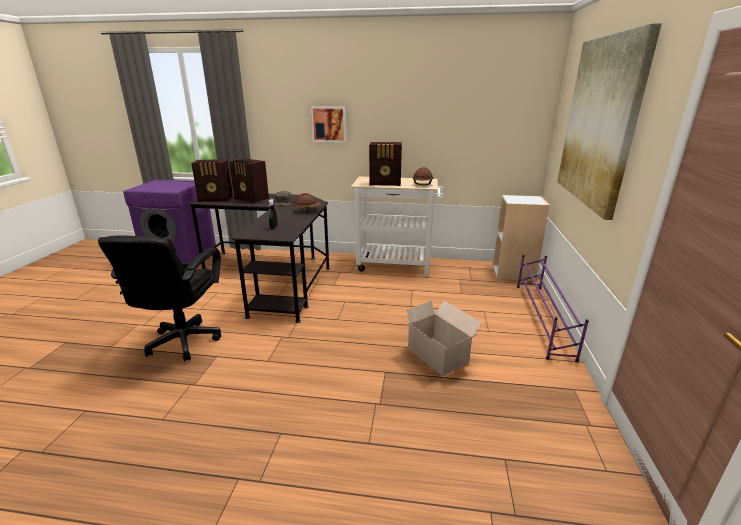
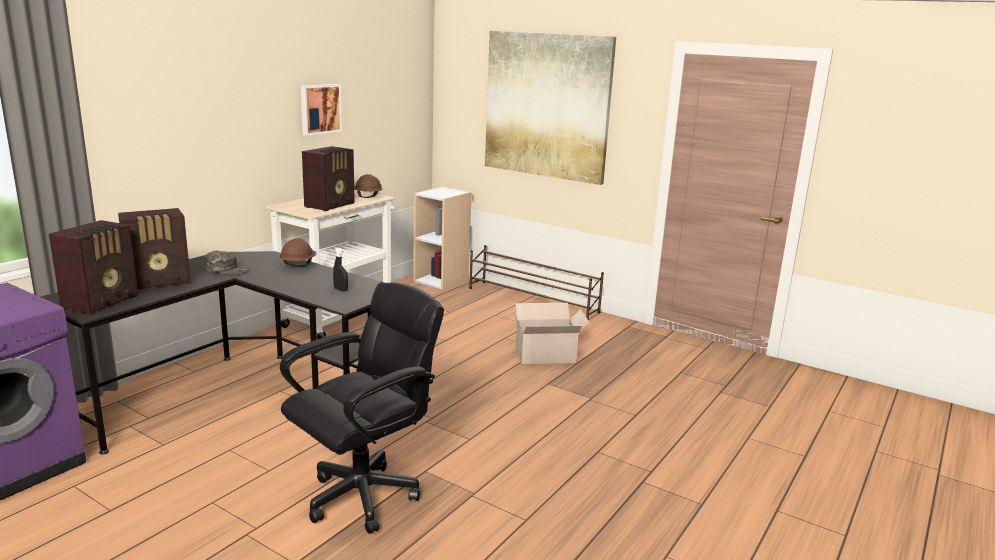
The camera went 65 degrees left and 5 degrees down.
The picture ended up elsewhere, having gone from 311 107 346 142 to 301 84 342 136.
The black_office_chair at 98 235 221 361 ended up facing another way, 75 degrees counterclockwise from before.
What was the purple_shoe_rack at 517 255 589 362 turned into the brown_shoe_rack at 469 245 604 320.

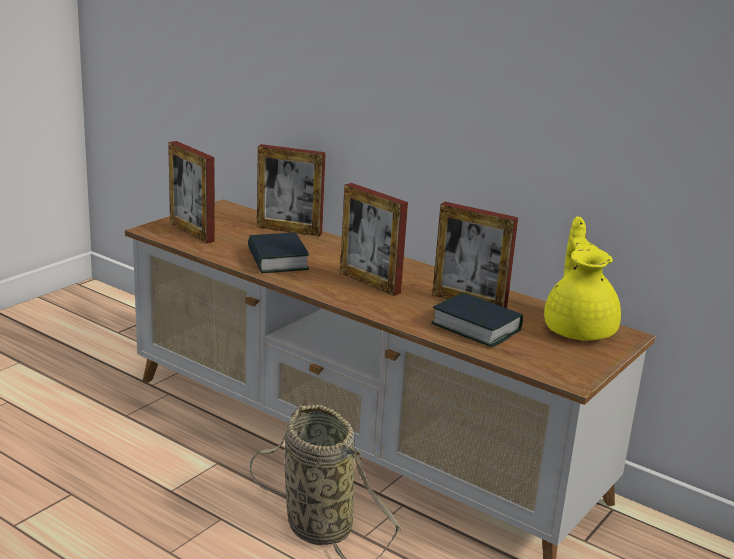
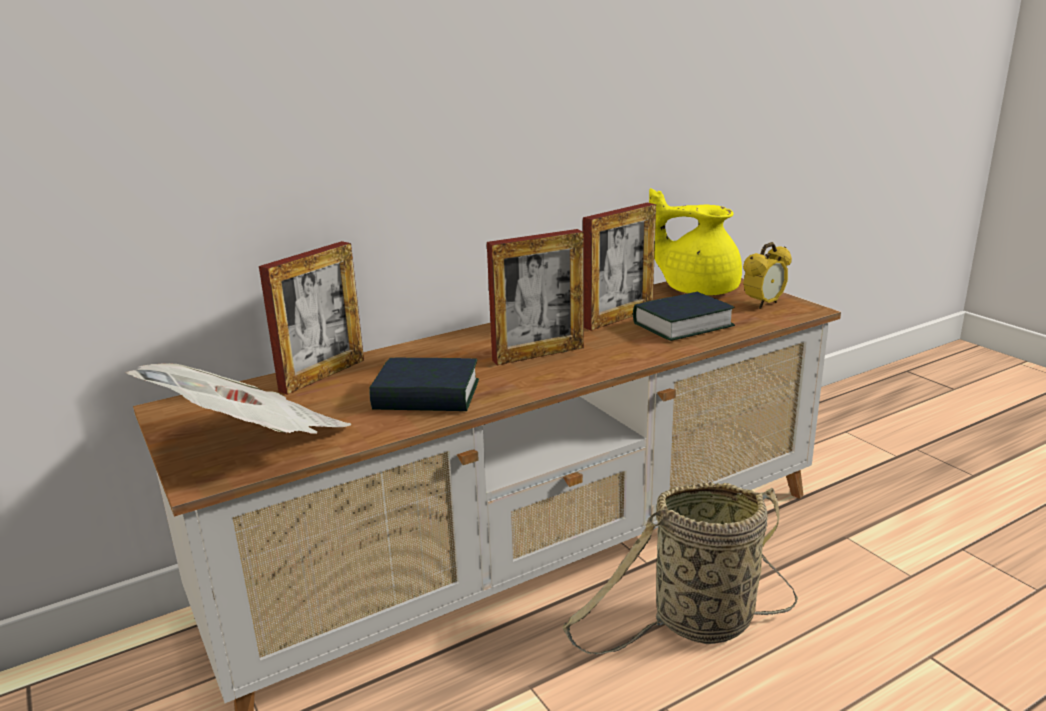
The camera went 65 degrees left and 0 degrees up.
Where the picture_frame stood at 168 141 215 243, the newspaper came to stand at 125 363 351 434.
The second view gained the alarm_clock at 743 242 792 309.

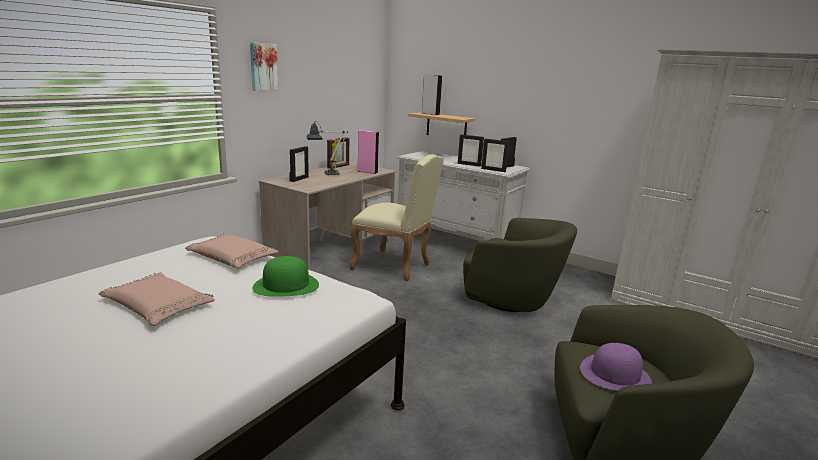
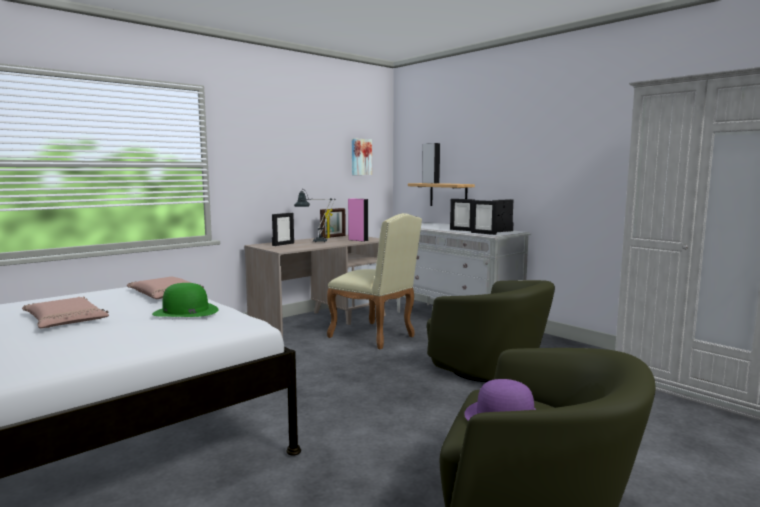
The camera went 15 degrees right and 10 degrees down.
The picture ended up elsewhere, having gone from 250 42 279 91 to 352 138 372 175.

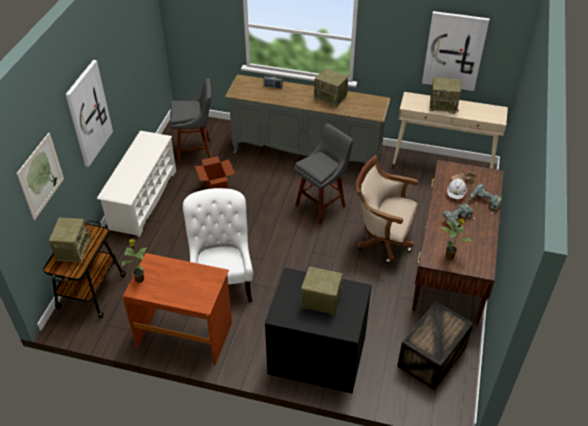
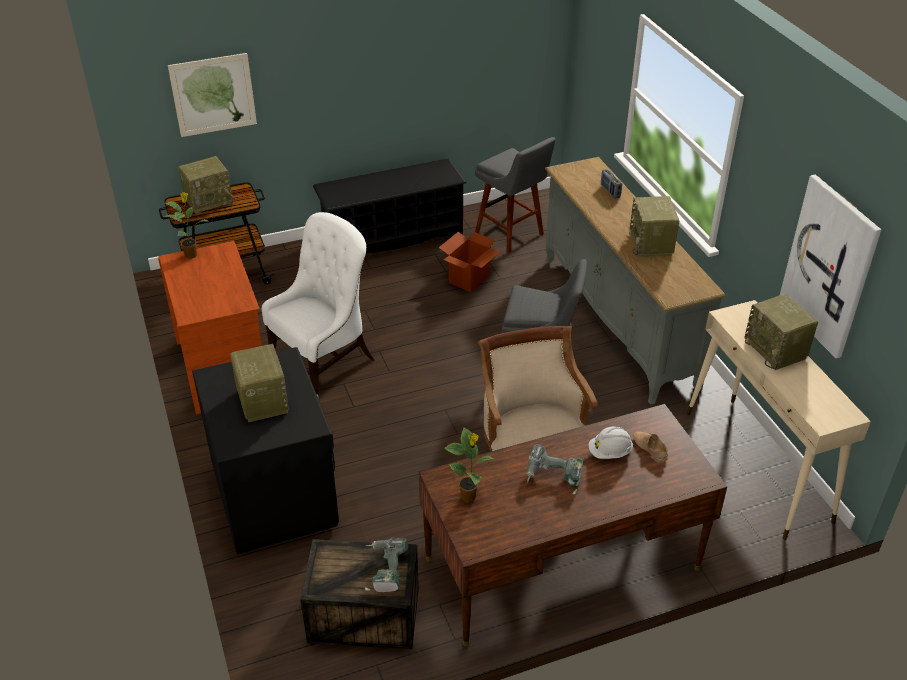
The camera went 55 degrees right and 5 degrees down.
The second view lost the picture at 66 60 113 167.
What was the white_shoe_rack at 97 131 176 237 turned into the black_shoe_rack at 313 159 466 253.
The power_drill ended up elsewhere, having gone from 468 183 503 214 to 365 538 408 592.

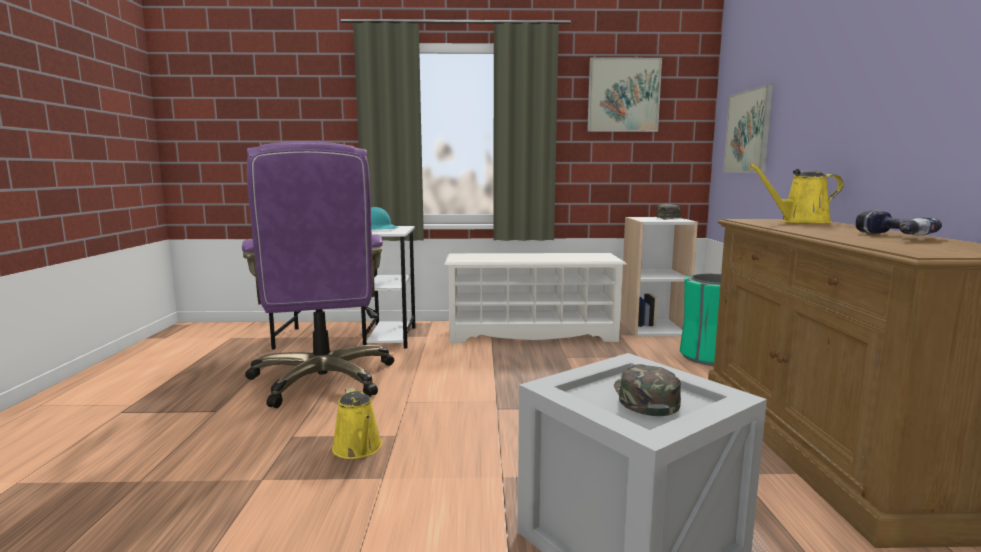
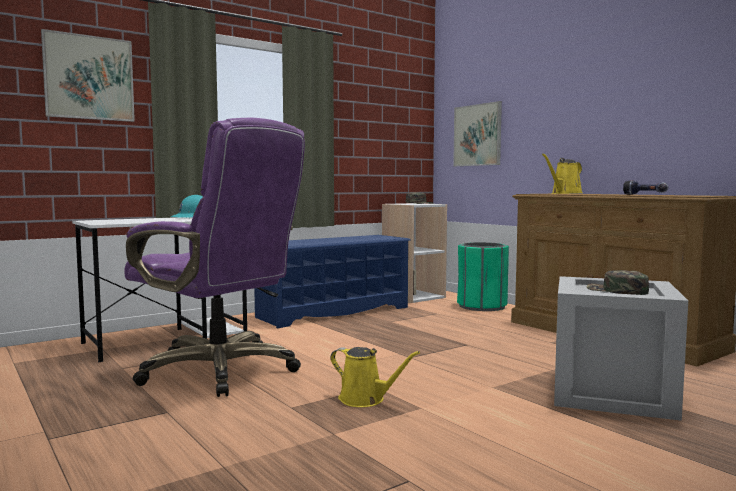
The camera went 35 degrees left and 5 degrees down.
The picture ended up elsewhere, having gone from 587 57 662 132 to 41 29 135 122.
What was the white_shoe_rack at 444 253 627 343 turned into the blue_shoe_rack at 254 235 411 328.

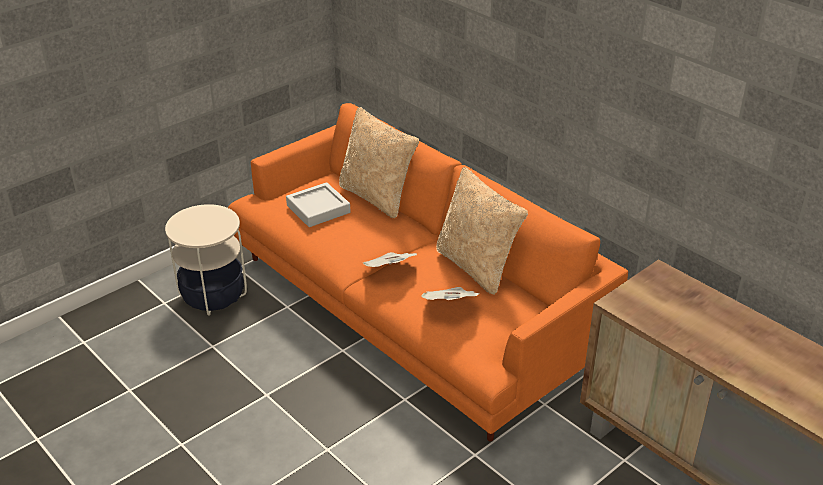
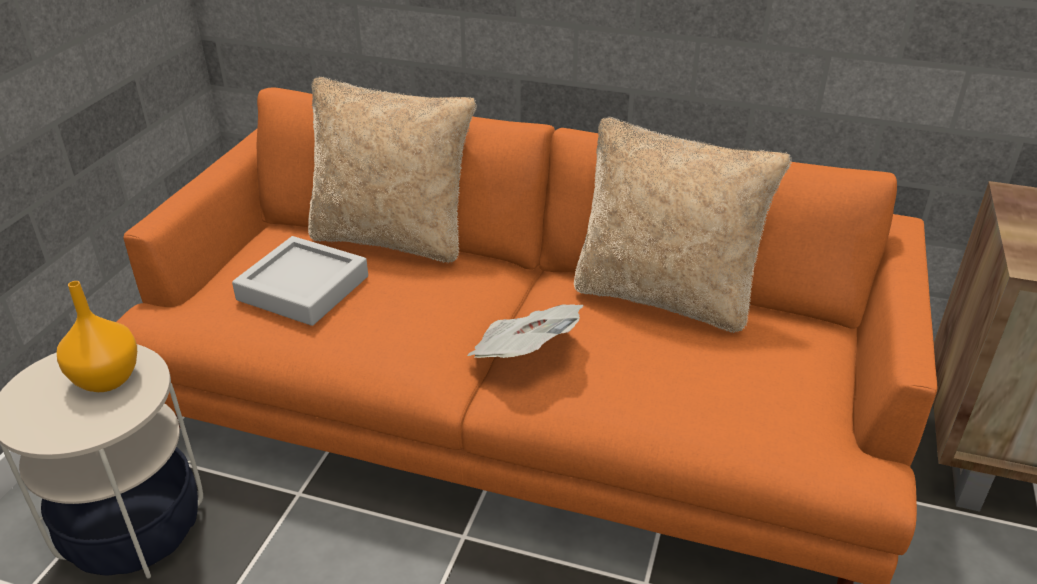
The camera went 30 degrees left and 0 degrees up.
The second view lost the newspaper at 422 287 480 300.
The second view gained the orange_vase at 57 281 137 392.

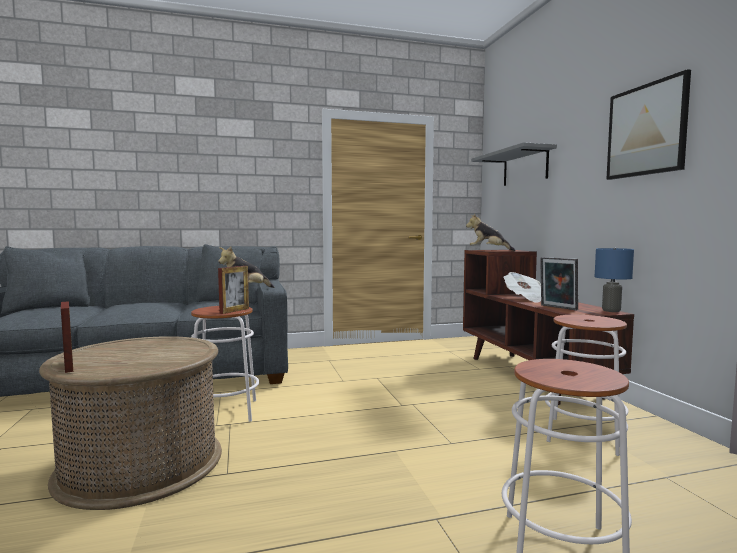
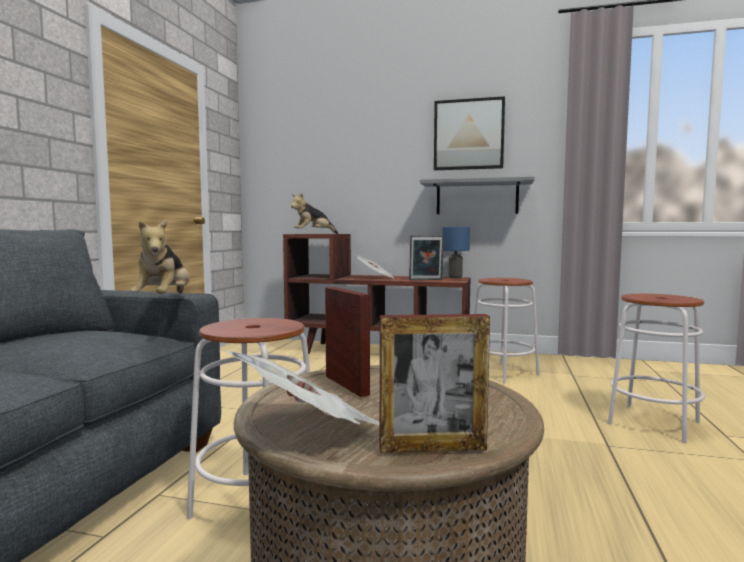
The camera went 60 degrees left and 0 degrees up.
The grey_shelf ended up elsewhere, having gone from 471 142 557 186 to 420 176 535 214.
The picture_frame ended up elsewhere, having gone from 218 266 249 314 to 325 287 370 397.
The second view gained the newspaper at 224 351 380 425.

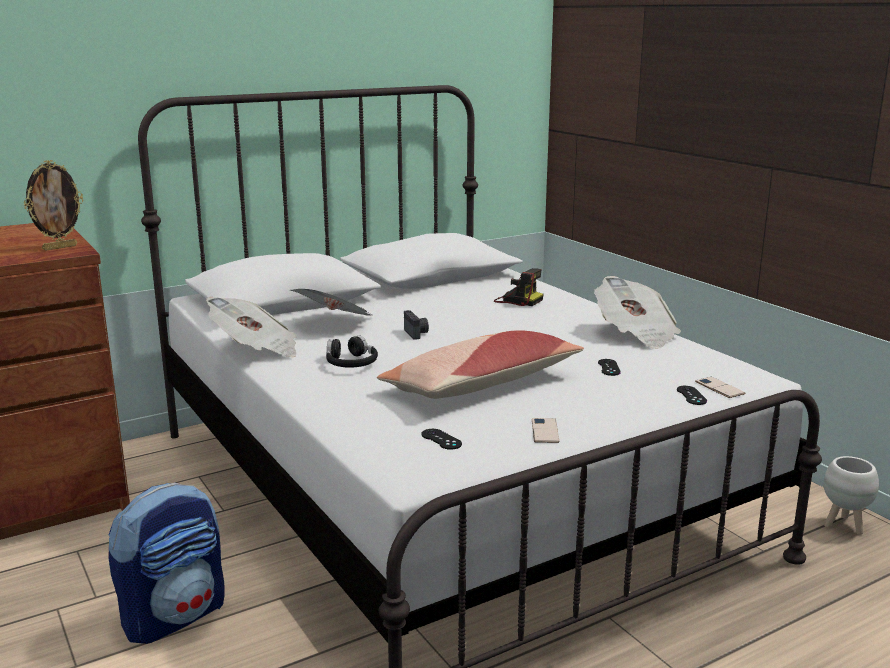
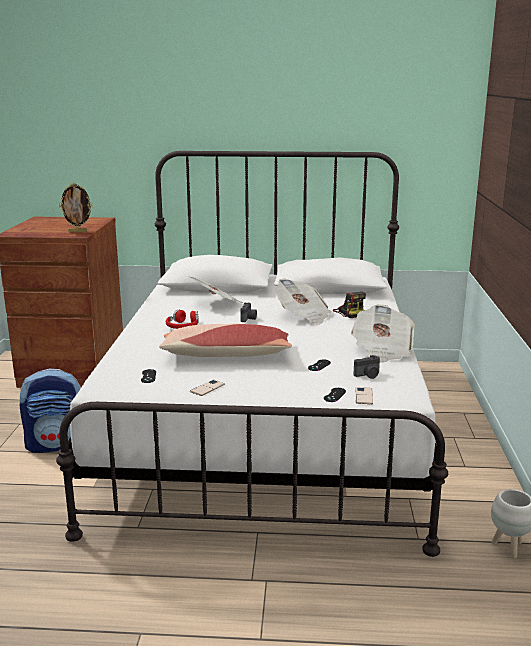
The camera went 35 degrees right and 0 degrees up.
The newspaper ended up elsewhere, having gone from 206 297 297 357 to 274 279 332 325.
What was the black_headphones at 326 336 378 368 turned into the red_headphones at 166 310 199 329.
The second view gained the photo_camera at 354 355 380 379.

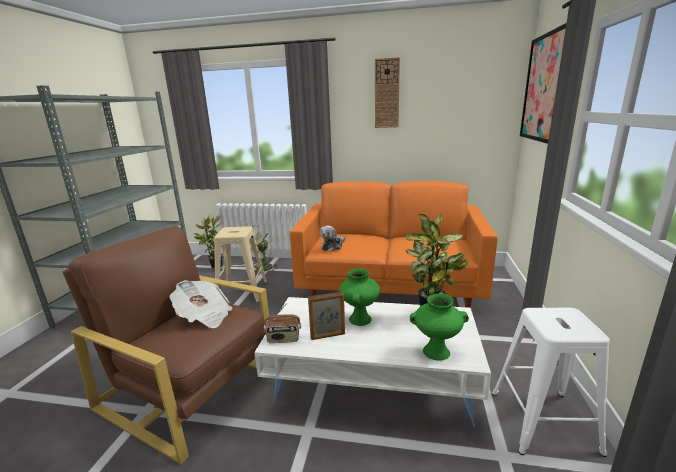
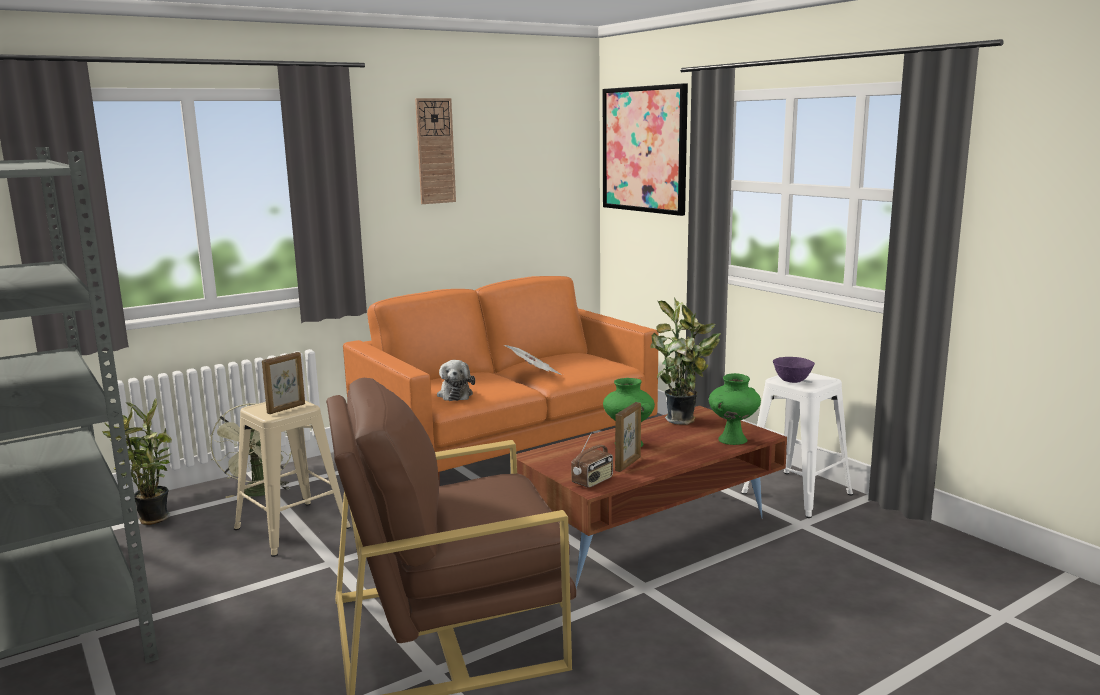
The camera went 45 degrees left and 5 degrees down.
The newspaper ended up elsewhere, having gone from 169 280 232 328 to 504 345 563 375.
What was the white_coffee_table at 254 297 491 428 turned into the brown_coffee_table at 516 406 787 588.
The second view gained the picture_frame at 262 352 305 414.
The second view gained the purple_bowl at 773 357 815 383.

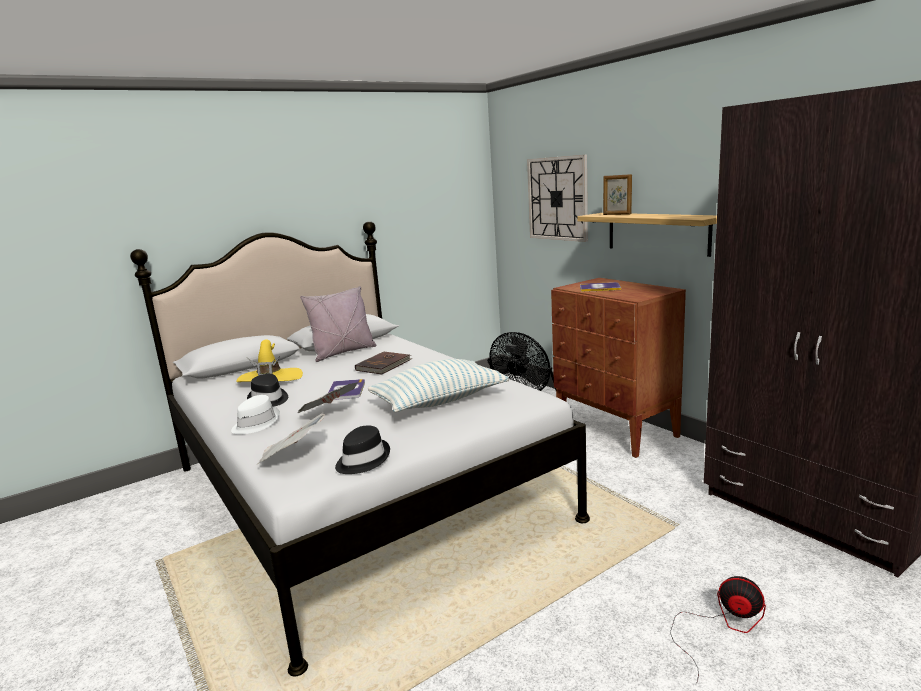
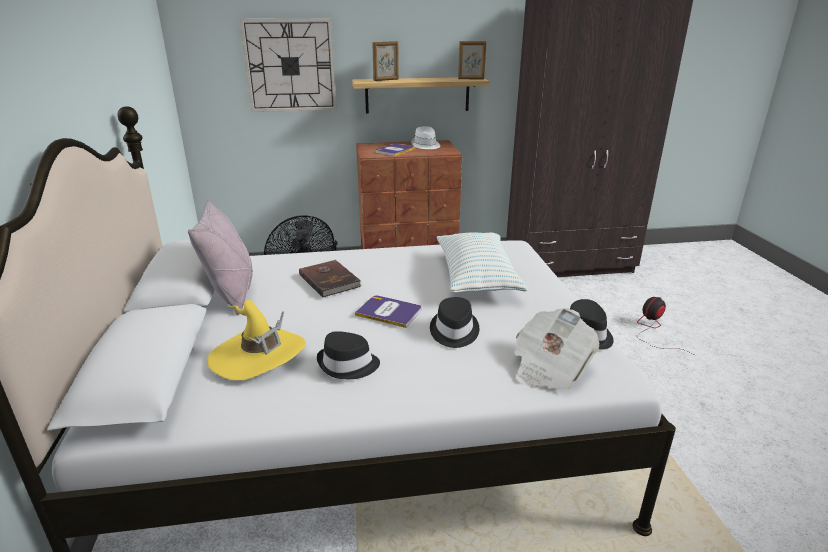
The camera went 65 degrees left and 10 degrees up.
Where the newspaper stood at 298 382 358 413, the black_hat came to stand at 430 297 479 348.
The white_hat ended up elsewhere, having gone from 231 395 280 434 to 411 126 440 149.
The second view gained the picture_frame at 458 41 486 79.

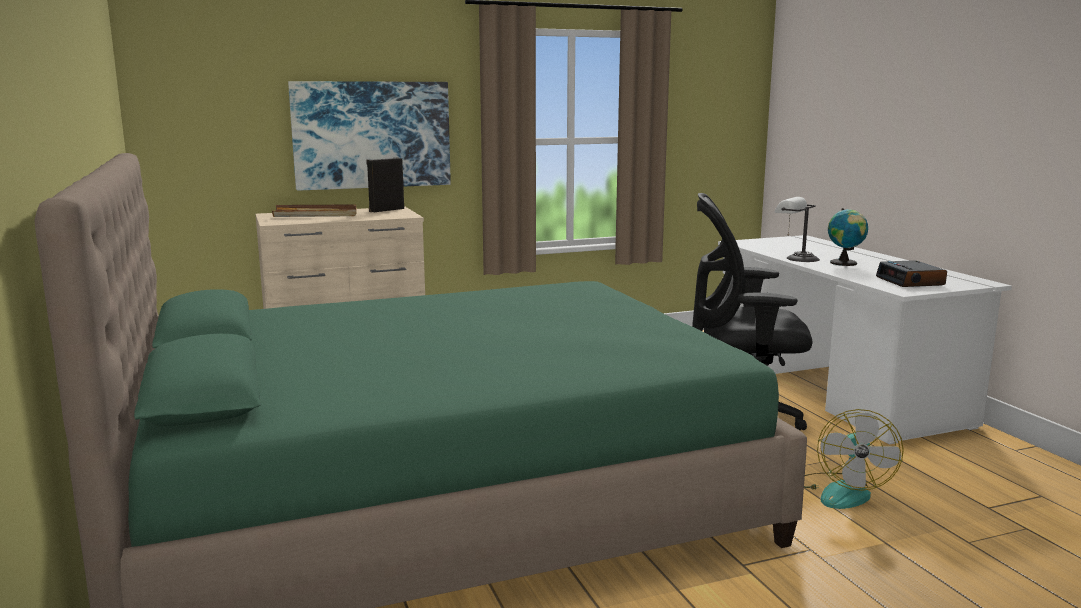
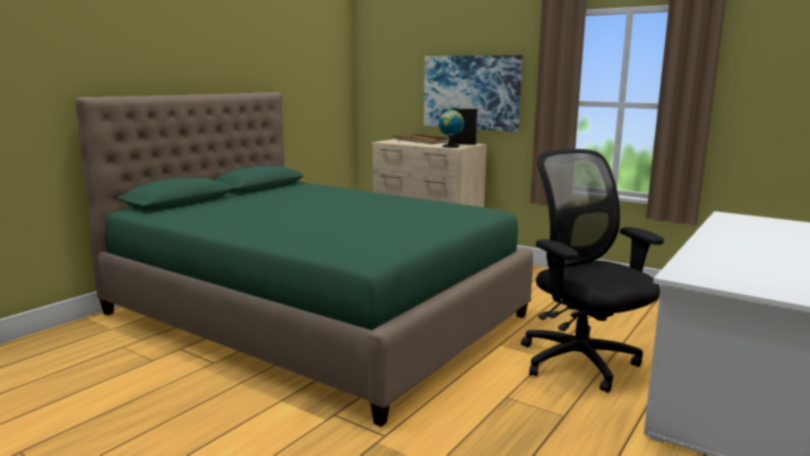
The camera went 55 degrees right and 0 degrees up.
The second view lost the table_lamp at 774 197 820 262.
The globe ended up elsewhere, having gone from 828 208 868 266 to 439 109 464 148.
The second view lost the alarm_clock at 876 260 947 287.
The second view lost the fan at 804 409 904 509.

